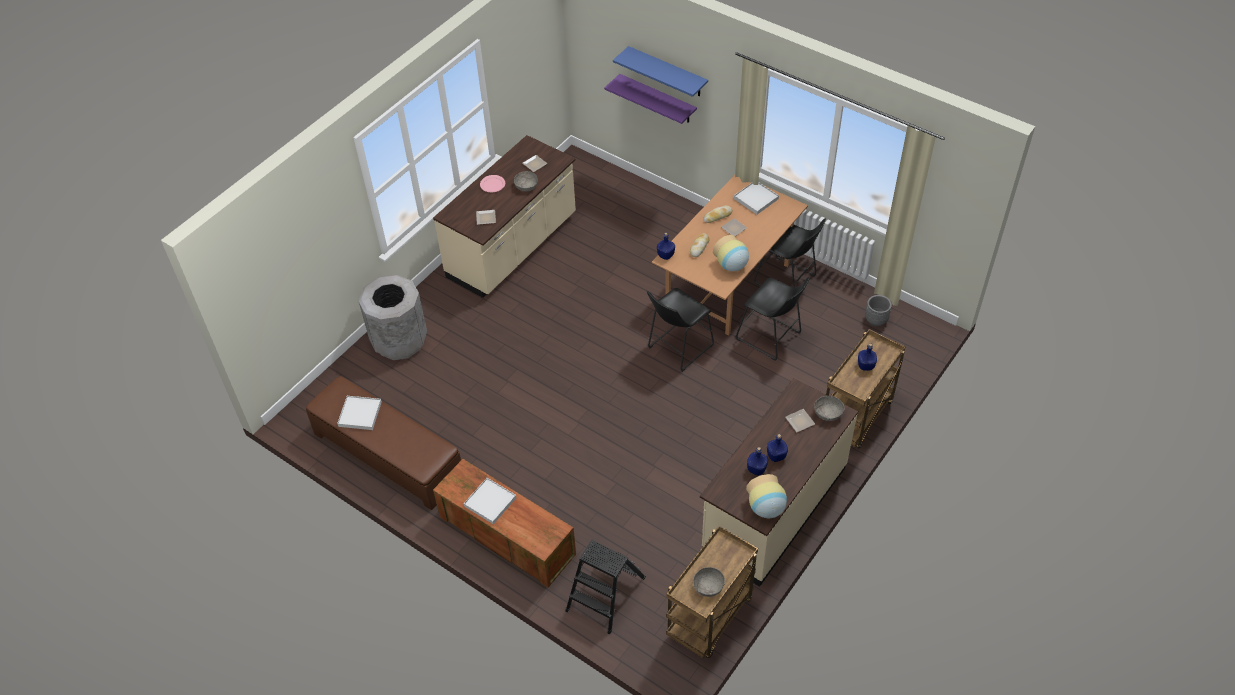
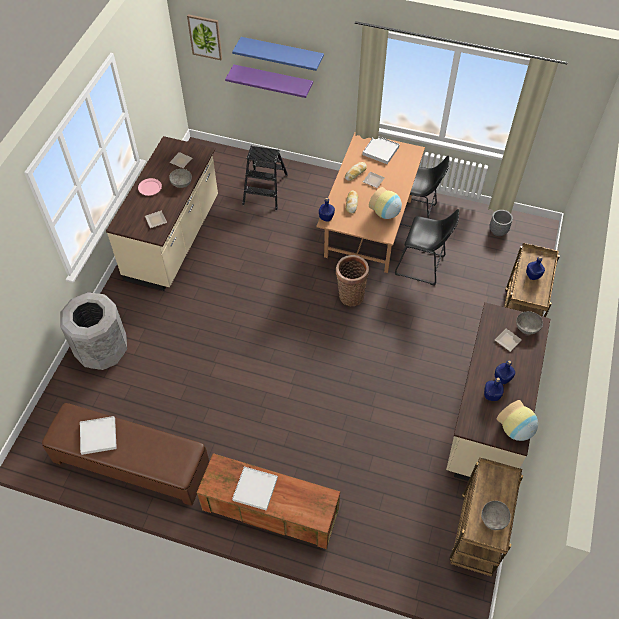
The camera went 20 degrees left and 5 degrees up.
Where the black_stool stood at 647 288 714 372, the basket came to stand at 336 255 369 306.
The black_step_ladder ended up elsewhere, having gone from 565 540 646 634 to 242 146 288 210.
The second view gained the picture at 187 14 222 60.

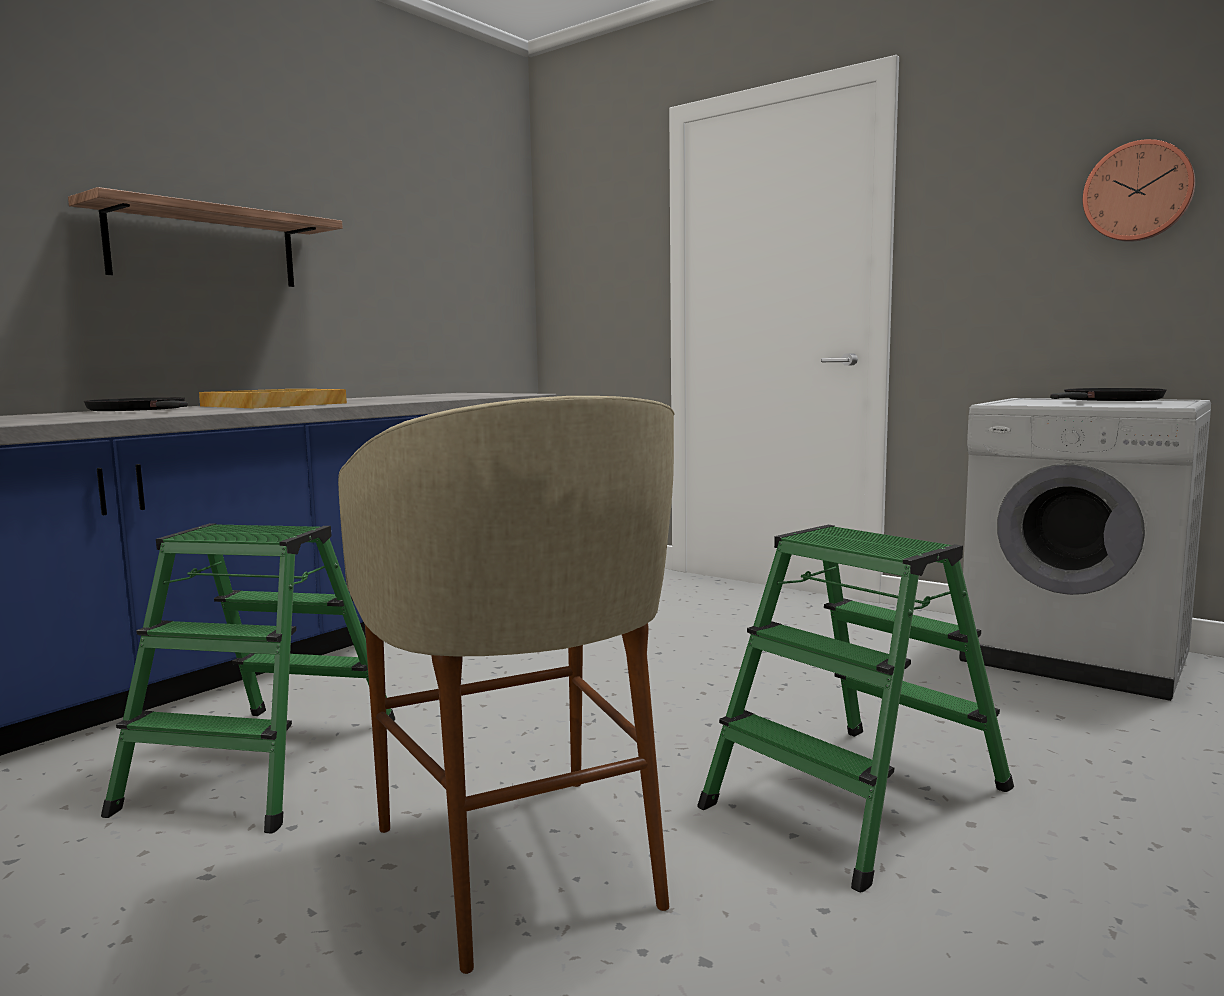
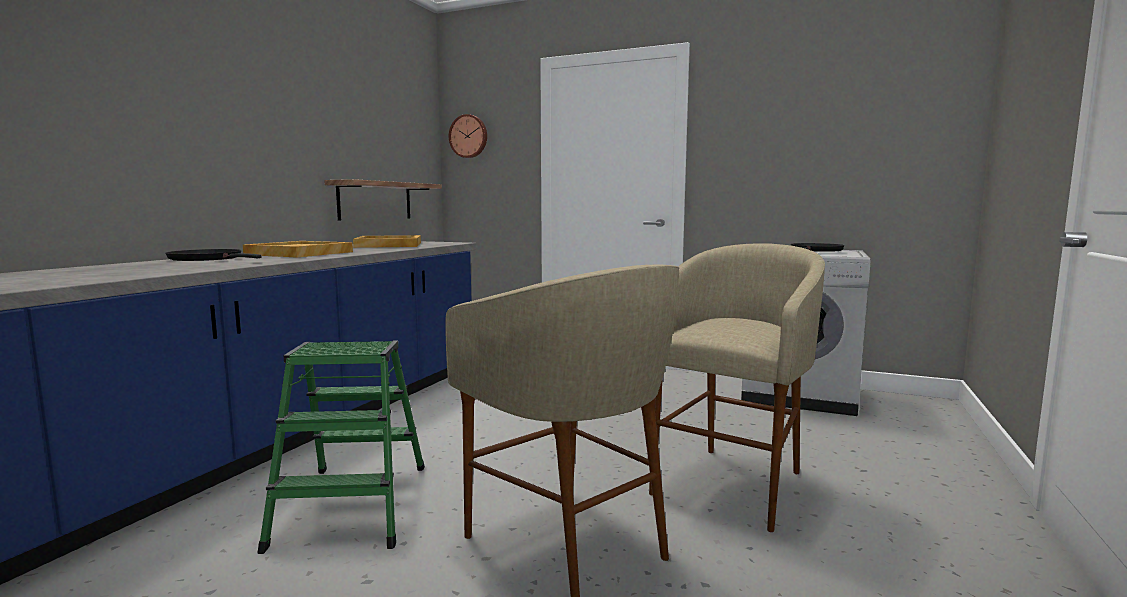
The camera went 15 degrees left and 0 degrees up.
The wall_clock ended up elsewhere, having gone from 1083 139 1195 242 to 449 114 487 158.
The shelf ended up elsewhere, having gone from 68 187 343 287 to 324 179 442 221.
Where the green_step_ladder stood at 697 525 1014 892, the beige_stool came to stand at 649 243 825 532.
The second view gained the beige_tray at 353 235 421 248.

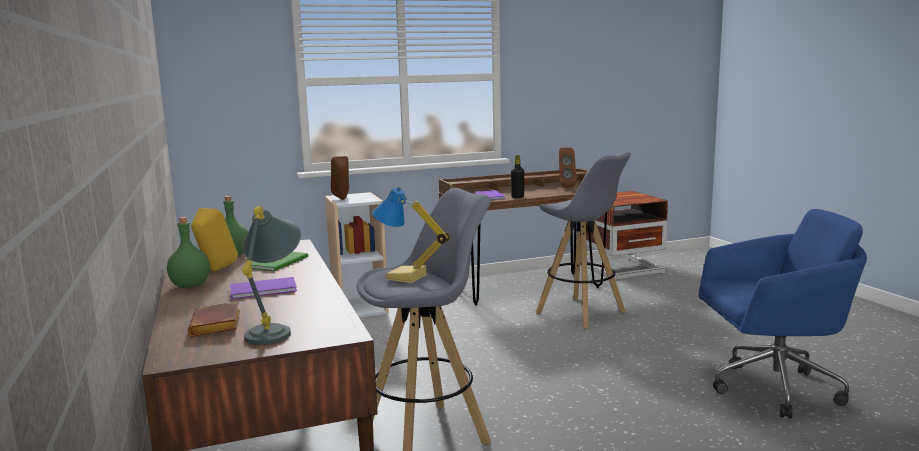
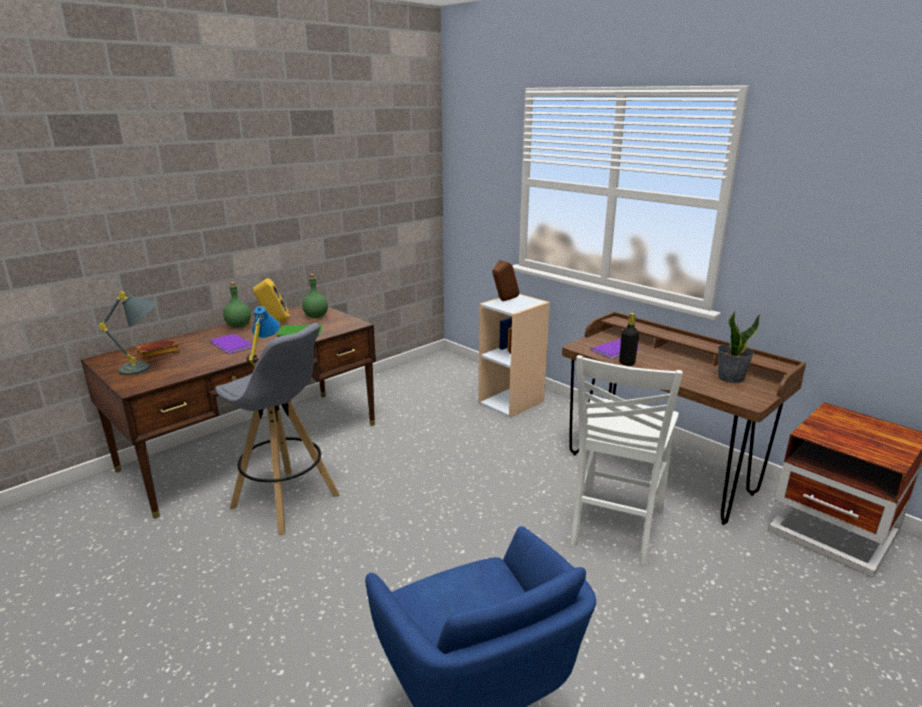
The camera went 65 degrees right and 10 degrees up.
Where the brown_speaker stood at 559 148 577 188, the potted_plant came to stand at 718 311 760 383.
Where the grey_stool stood at 535 152 631 329, the white_chair came to stand at 571 355 683 565.

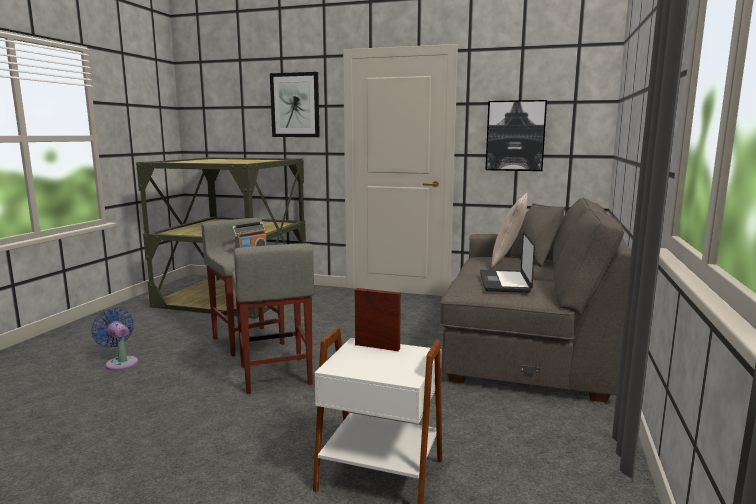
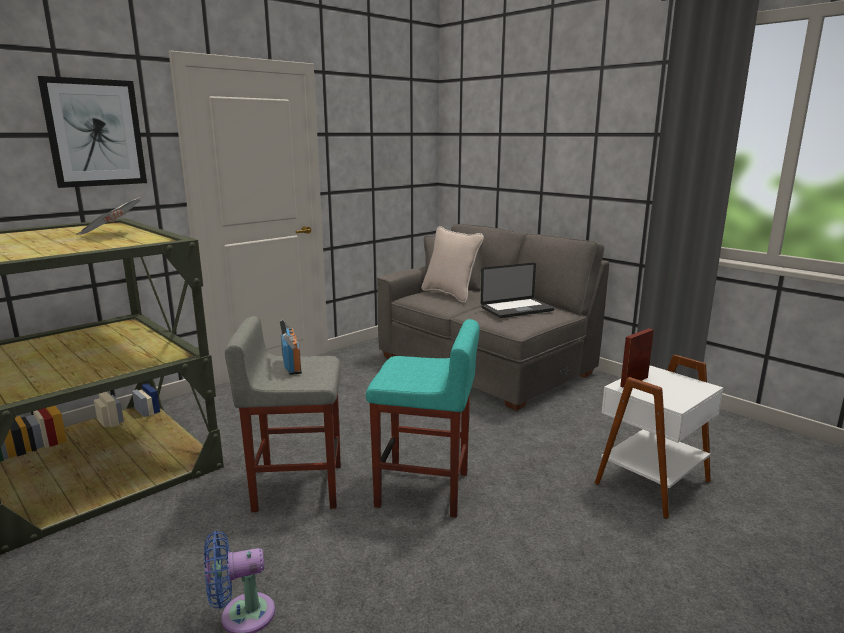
The camera went 60 degrees left and 5 degrees up.
The second view lost the picture at 486 100 547 171.
The laptop at 480 231 535 293 ended up facing another way, 60 degrees counterclockwise from before.
What was the grey_stool at 232 243 314 394 turned into the turquoise_stool at 366 319 480 518.
The second view gained the newspaper at 76 197 140 235.

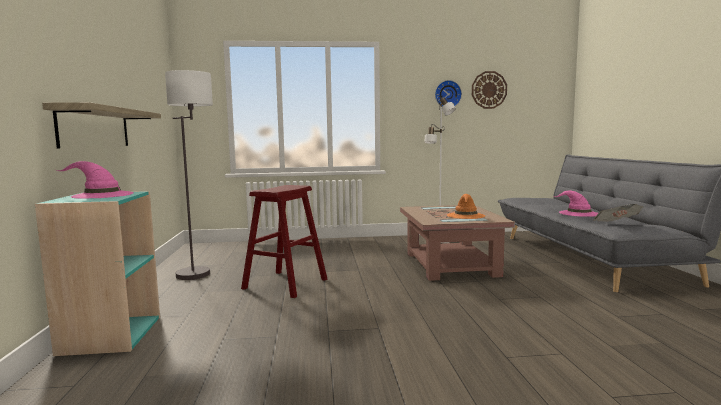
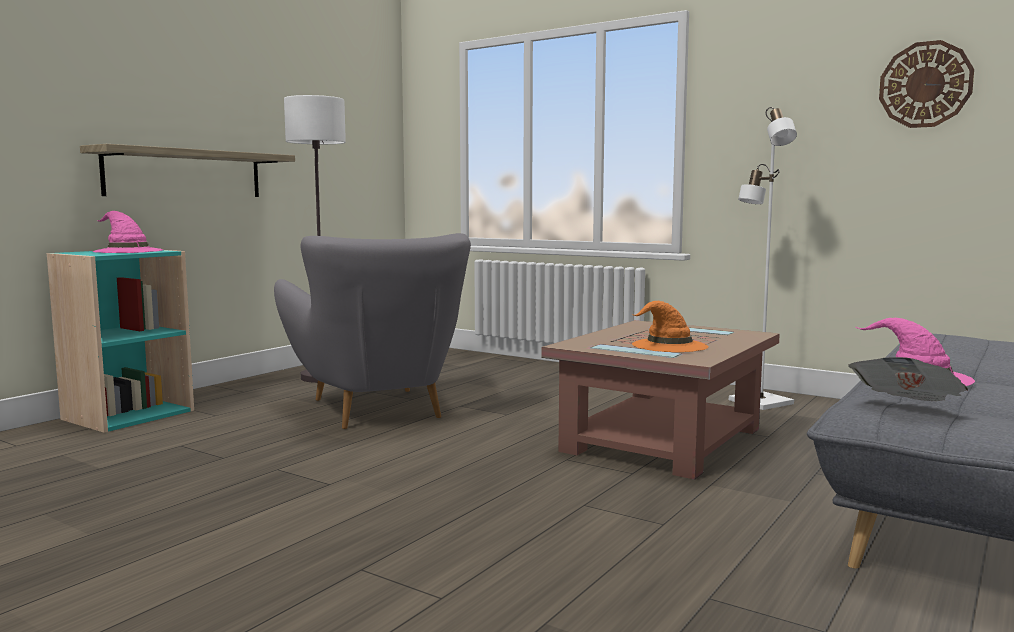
The camera went 40 degrees right and 0 degrees up.
The second view lost the wall_clock at 435 80 462 107.
Where the red_stool stood at 241 185 327 298, the grey_armchair came to stand at 274 233 471 429.

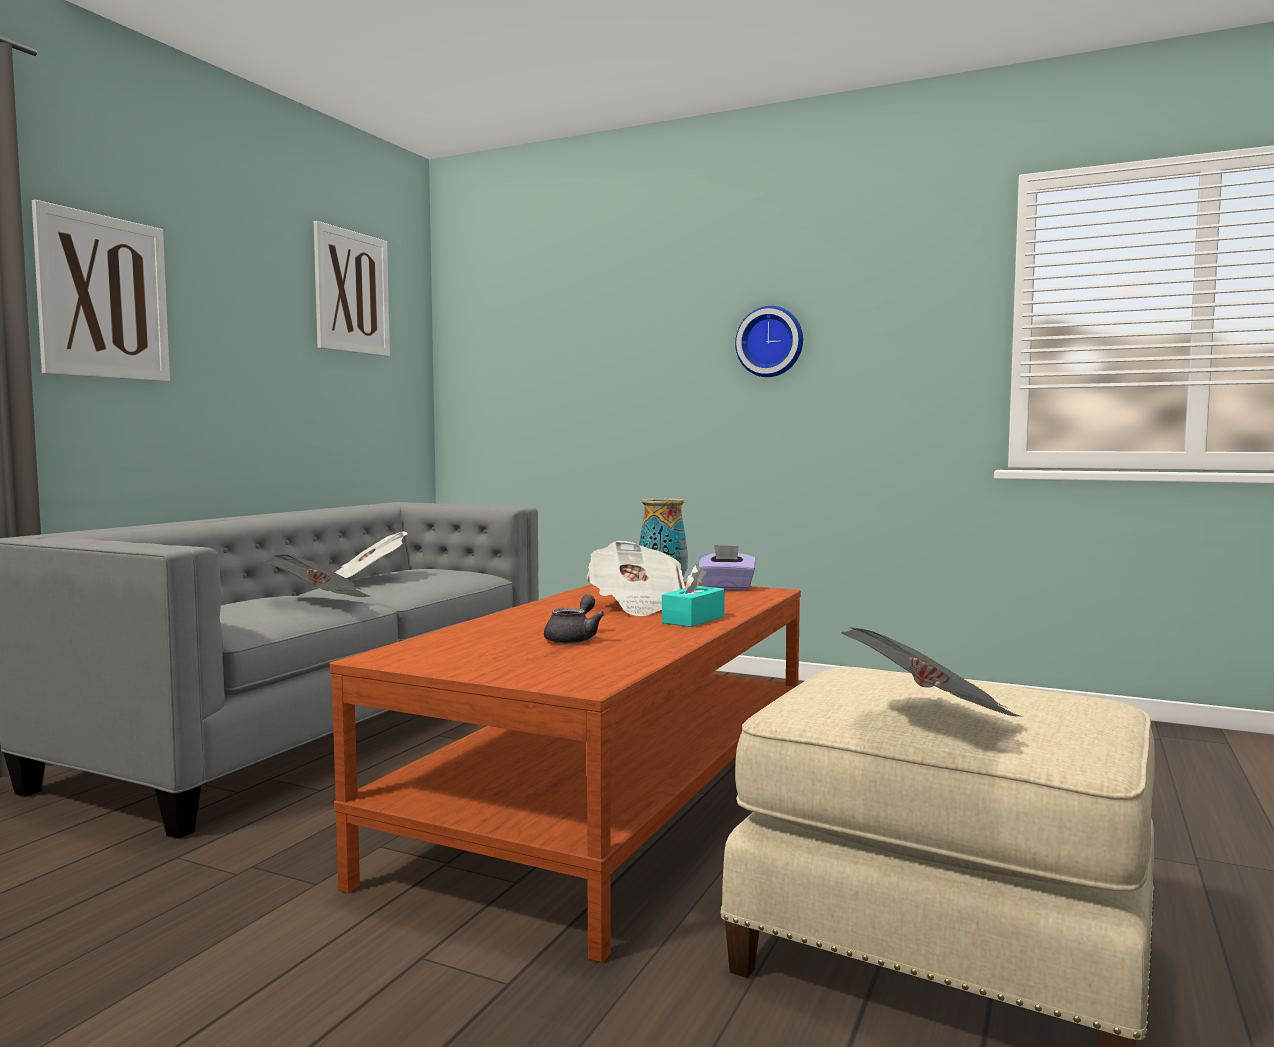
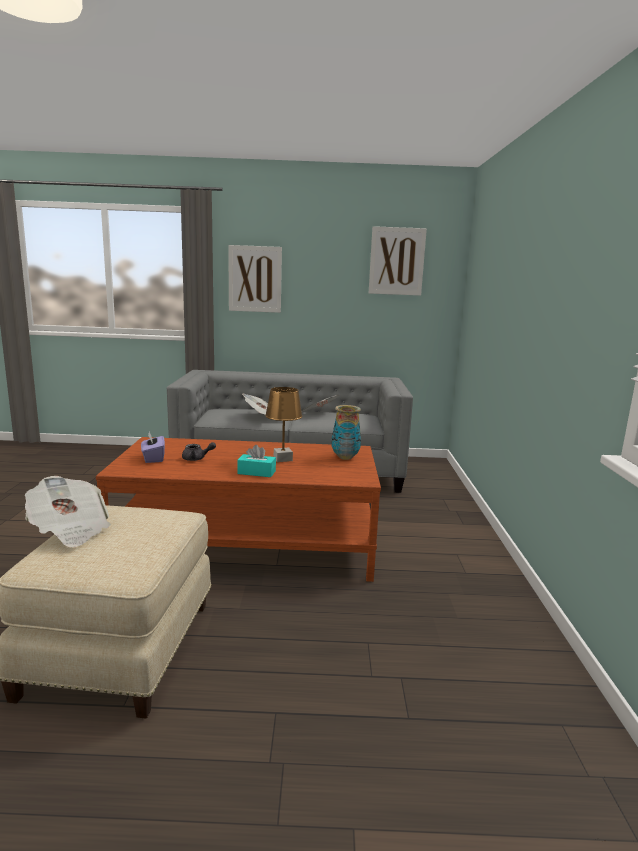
The camera went 65 degrees right and 10 degrees up.
The second view lost the wall_clock at 735 306 803 377.
Where the newspaper stood at 587 541 685 616, the brown_table_lamp came to stand at 265 387 303 462.
The purple_tissue_box ended up elsewhere, having gone from 699 545 756 590 to 141 431 165 463.

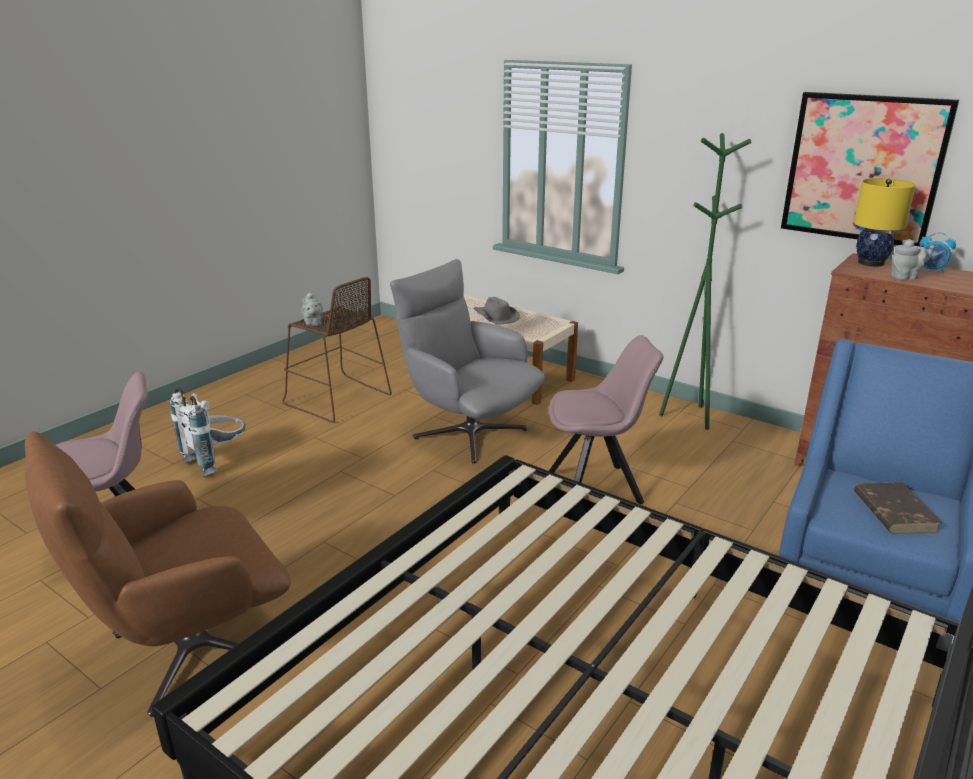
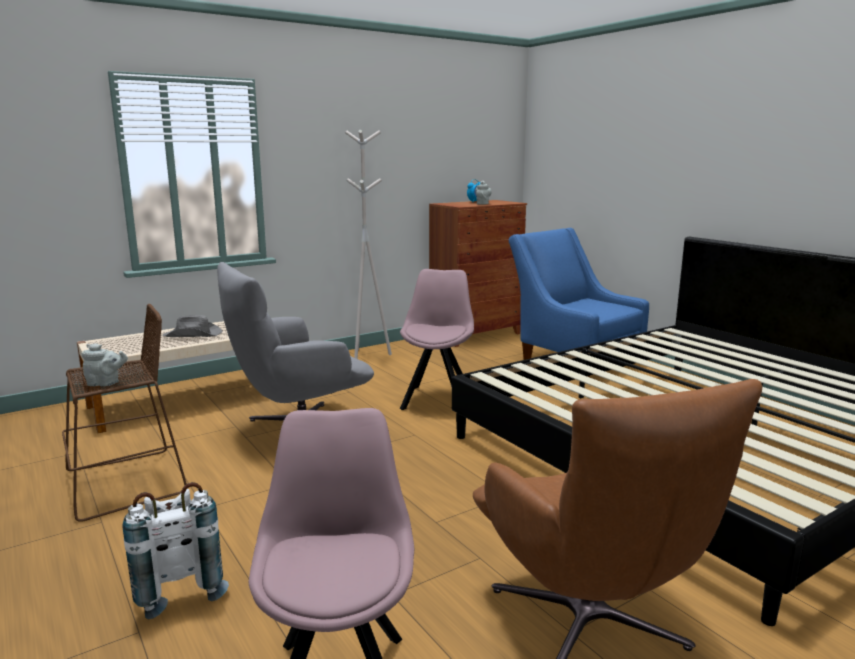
The camera went 70 degrees left and 10 degrees down.
The second view lost the picture at 781 92 959 247.
What was the green_clothes_rack at 659 133 751 430 turned into the grey_clothes_rack at 345 130 392 359.
The second view lost the yellow_table_lamp at 854 178 916 267.
The second view lost the brown_book at 854 482 942 534.

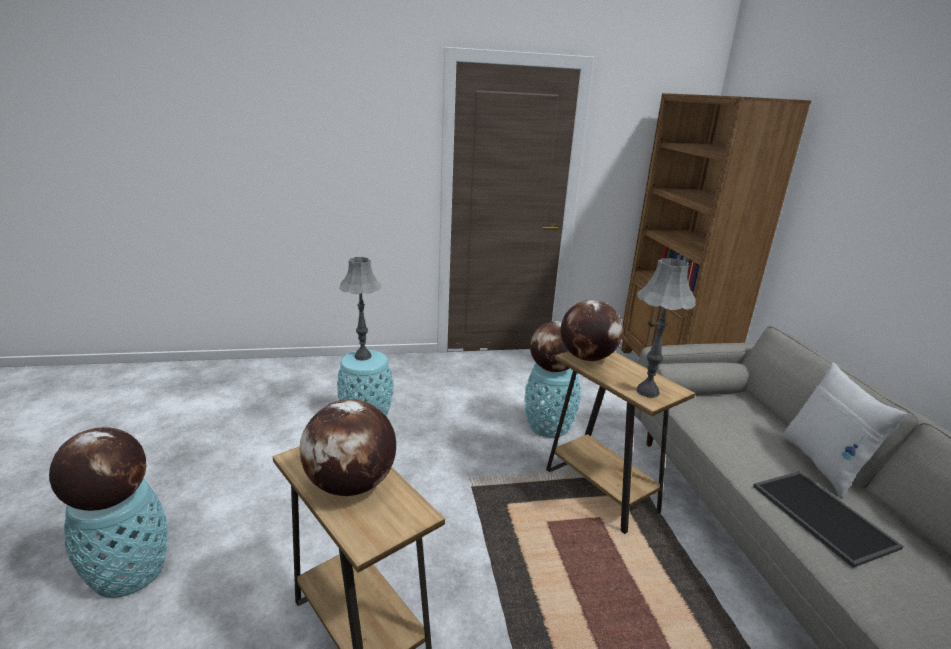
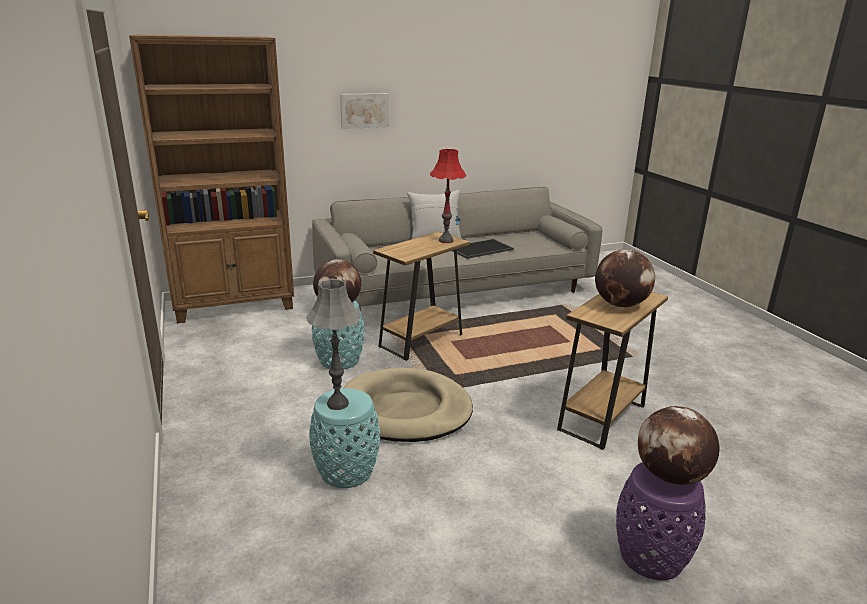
The camera went 100 degrees left and 0 degrees up.
What was the grey_table_lamp at 636 258 696 398 turned into the red_table_lamp at 430 149 466 243.
The second view lost the globe at 560 300 623 361.
What was the turquoise_stool at 64 479 167 598 turned into the purple_stool at 616 462 706 580.
The second view gained the picture at 340 93 389 129.
The second view gained the beige_dog_bed at 344 368 473 442.

